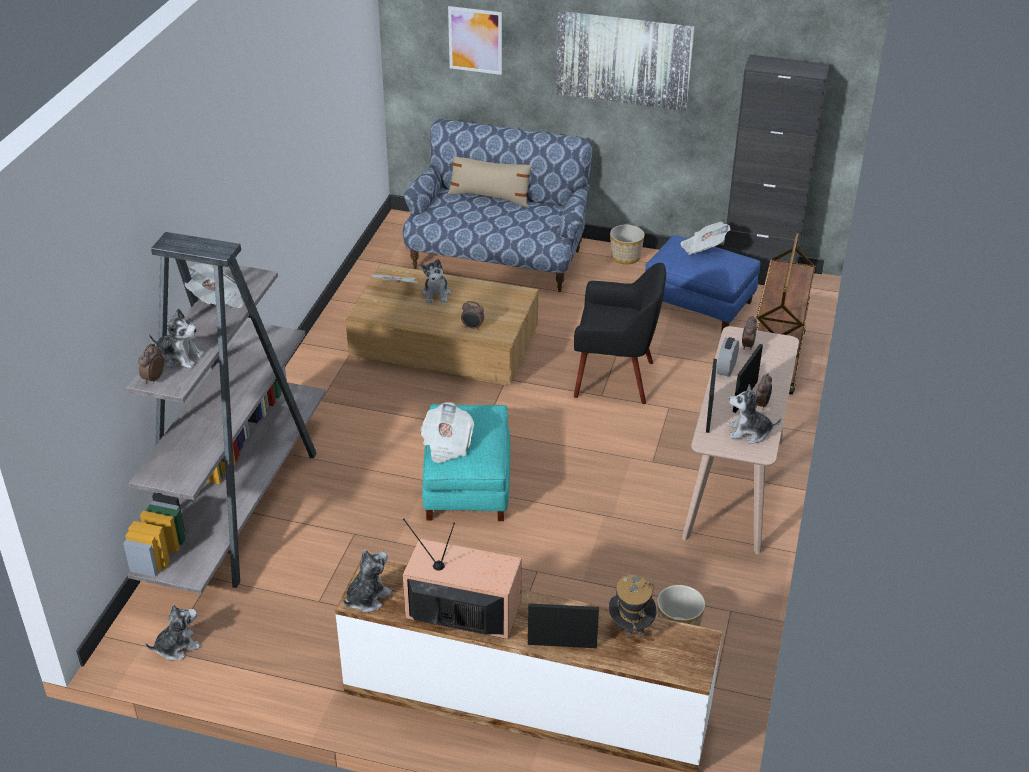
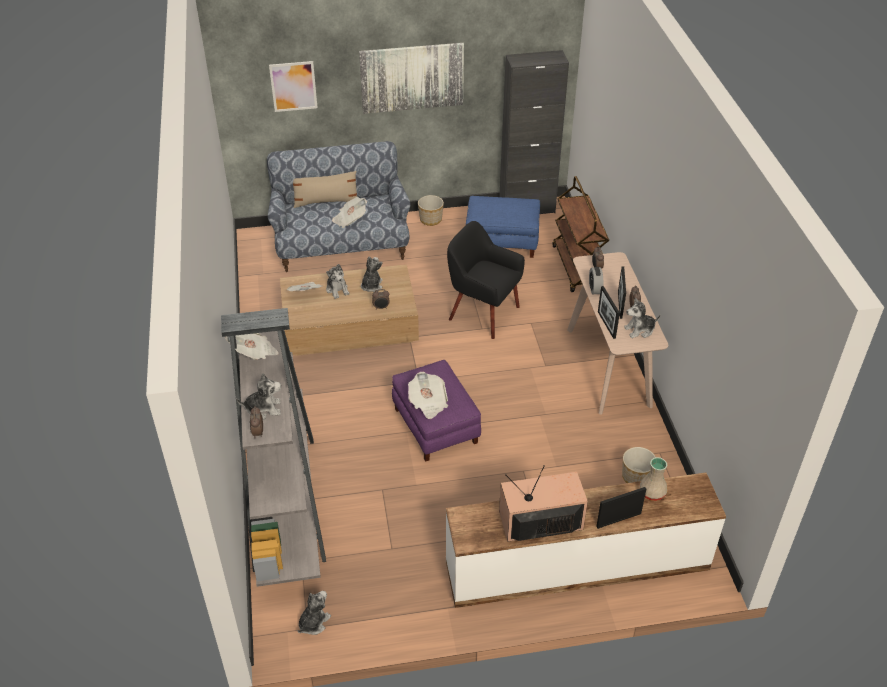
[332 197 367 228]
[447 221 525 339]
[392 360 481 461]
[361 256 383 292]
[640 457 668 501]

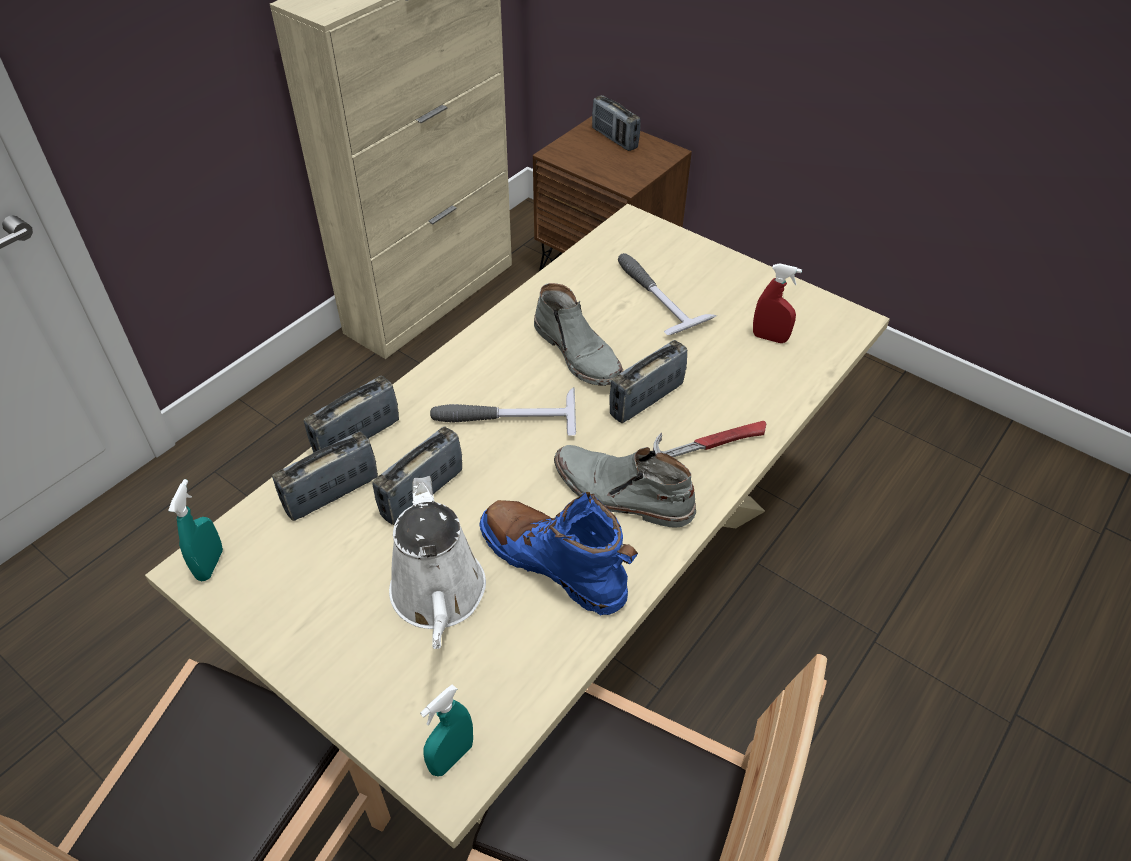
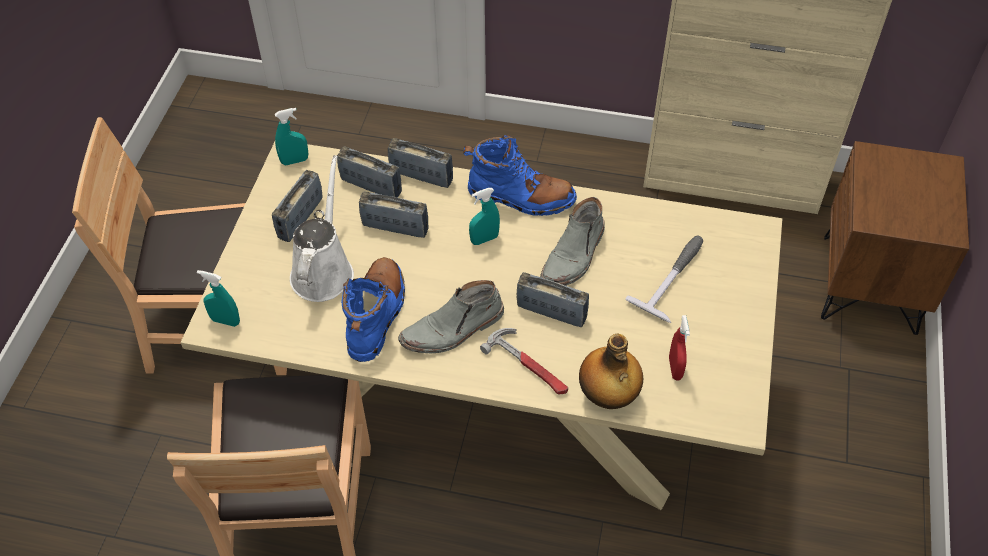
[272 170 323 242]
[469 188 500 245]
[398 280 504 353]
[290 155 354 302]
[463 135 577 216]
[579 334 643 409]

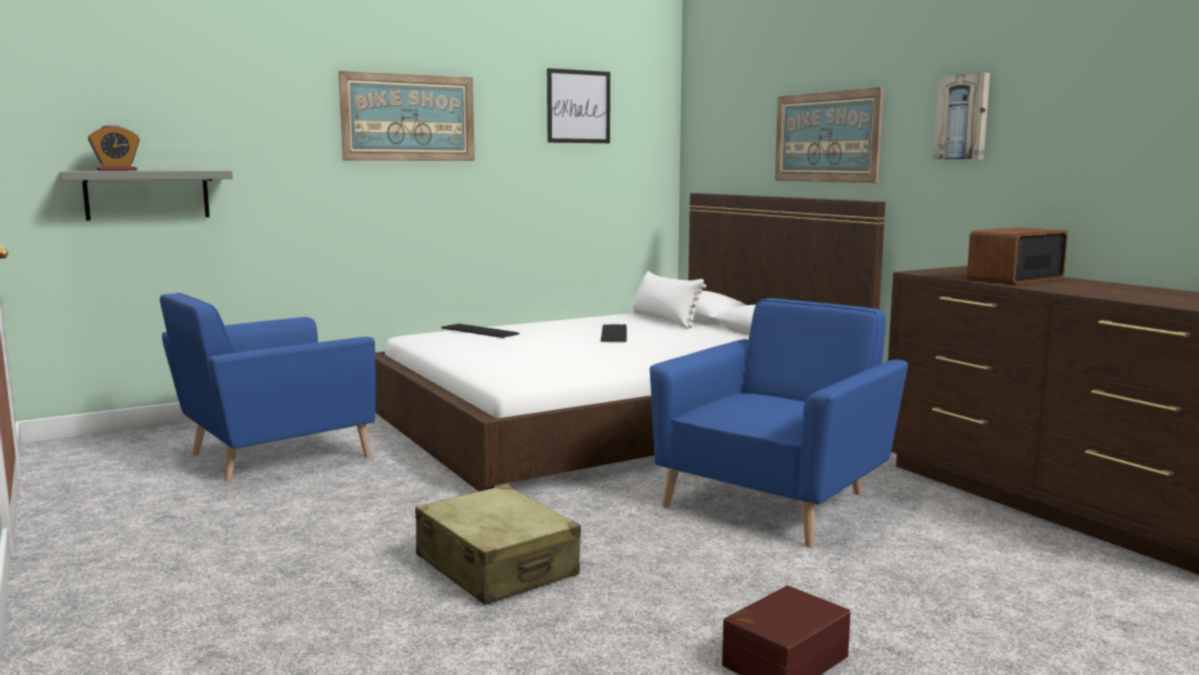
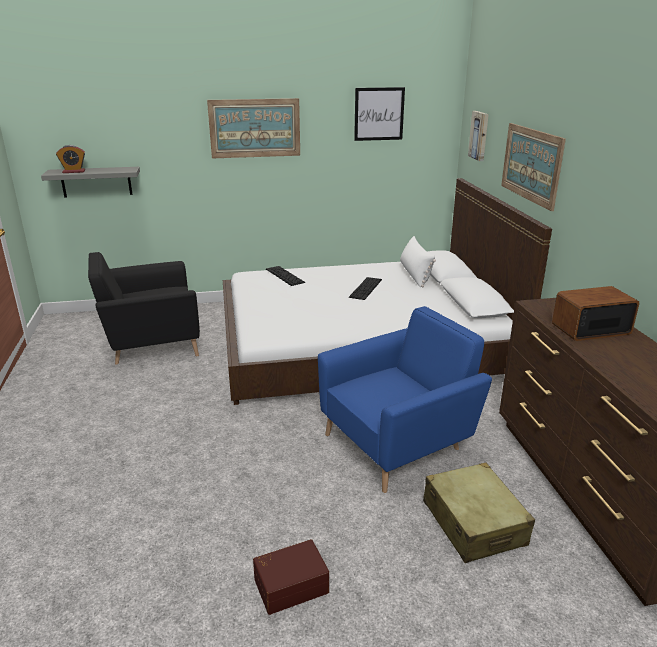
[468 111 489 161]
[88 252 200 365]
[423 463 535 563]

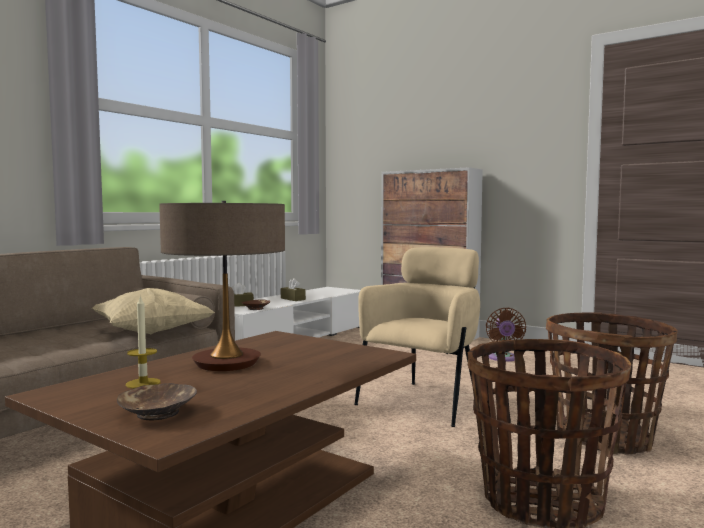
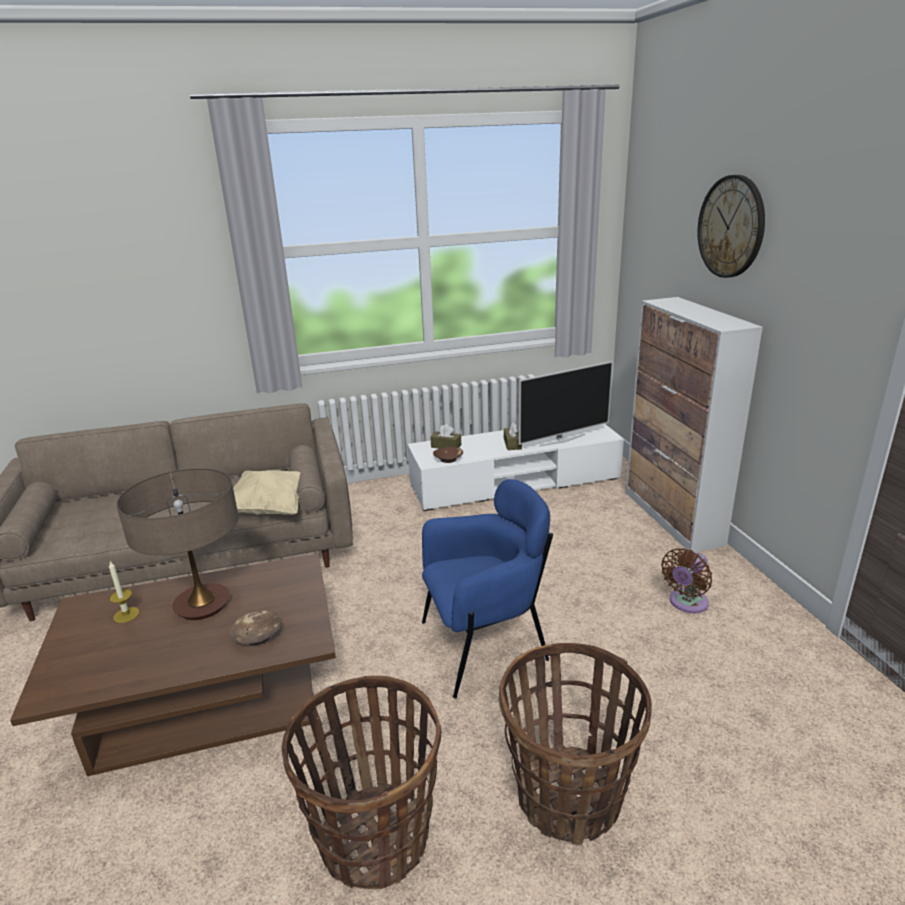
[422 479 553 699]
[230 610 281 645]
[697 175 765 278]
[519 361 613 446]

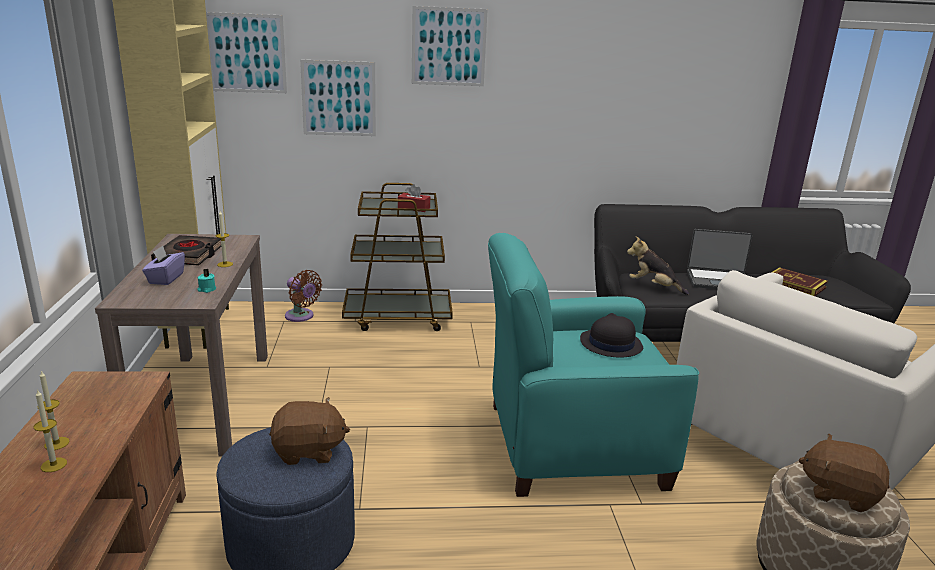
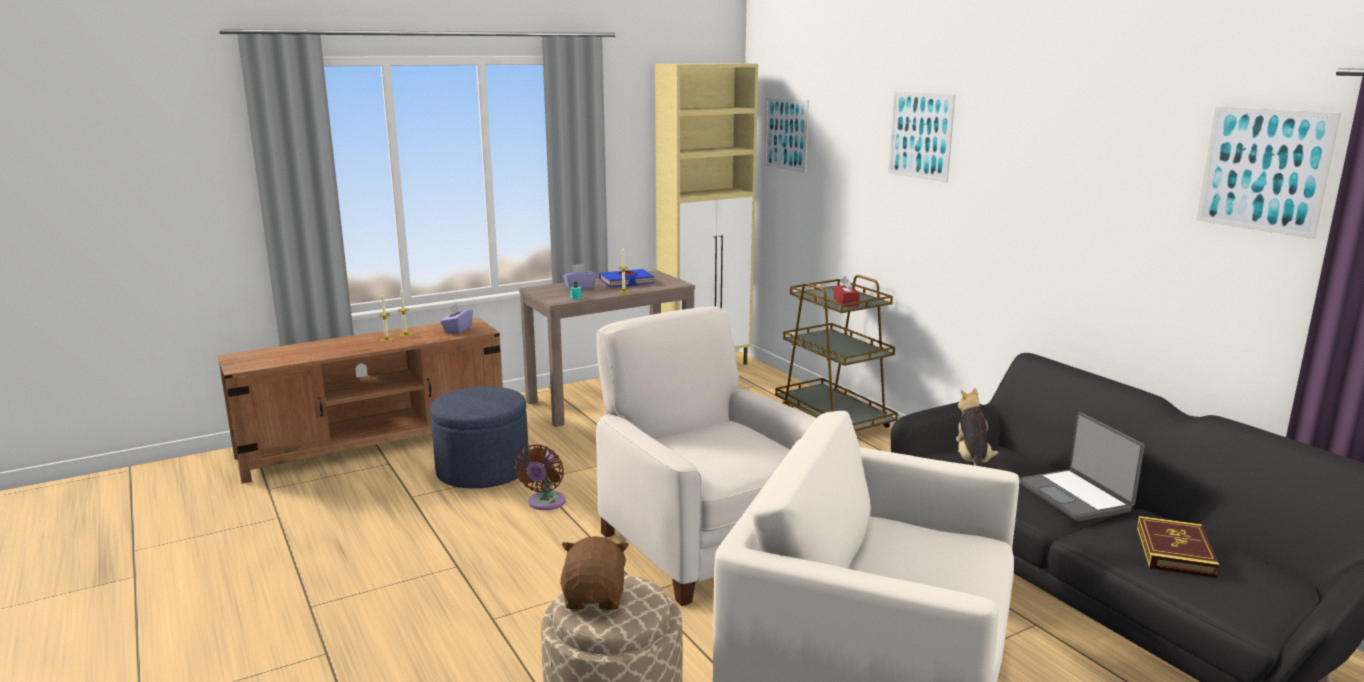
[1196 107 1341 239]
[596 307 816 606]
[599 269 655 287]
[514 444 566 510]
[580 313 643 358] (first image)
[269 397 350 465] (first image)
[440 304 473 334]

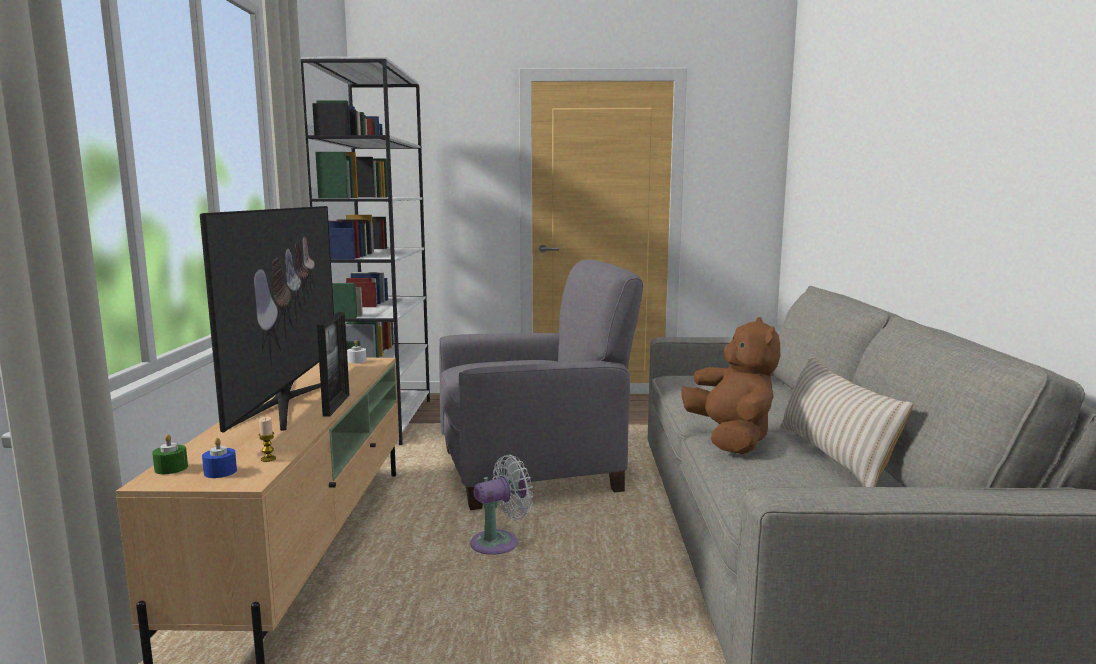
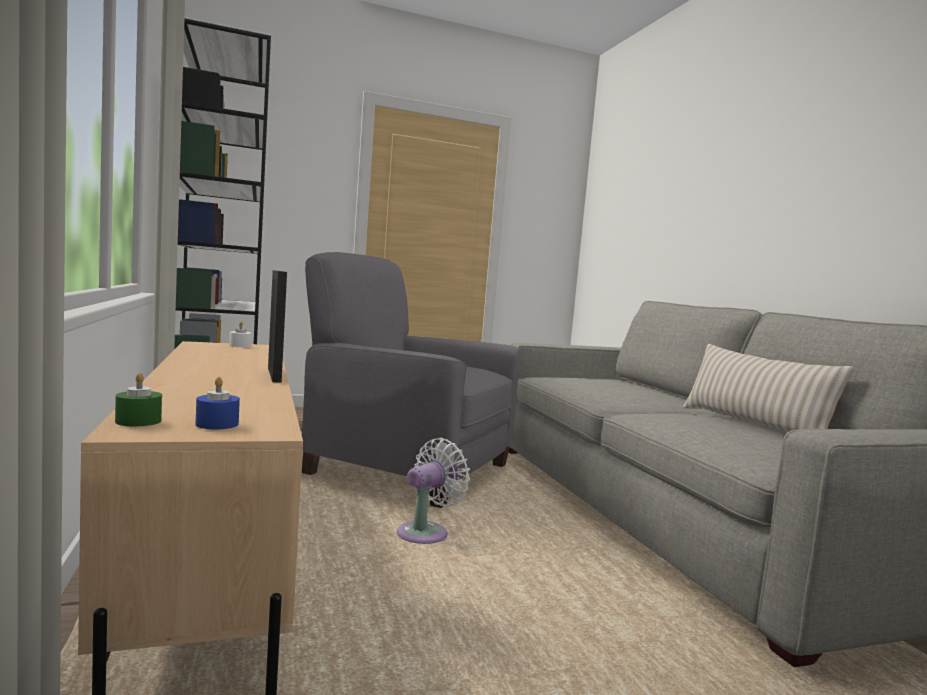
[200 206 334 432] (first image)
[302 252 520 508]
[681 317 780 454] (first image)
[259 417 276 462] (first image)

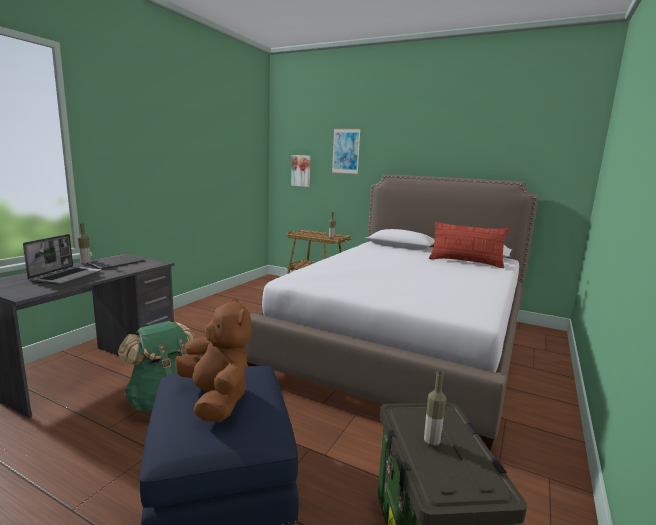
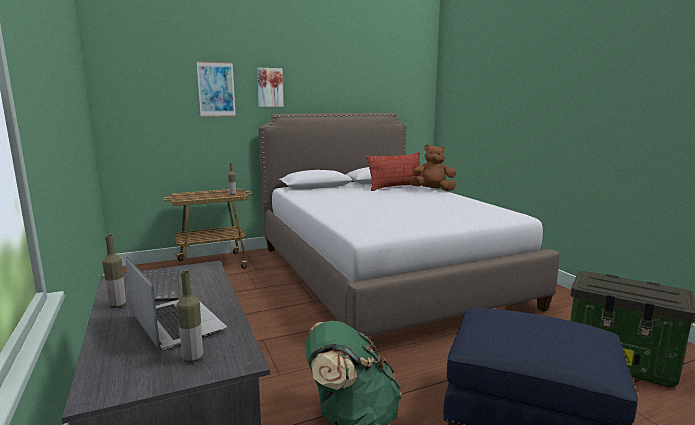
[257 68 284 107]
[409 145 456 191]
[176 271 203 363]

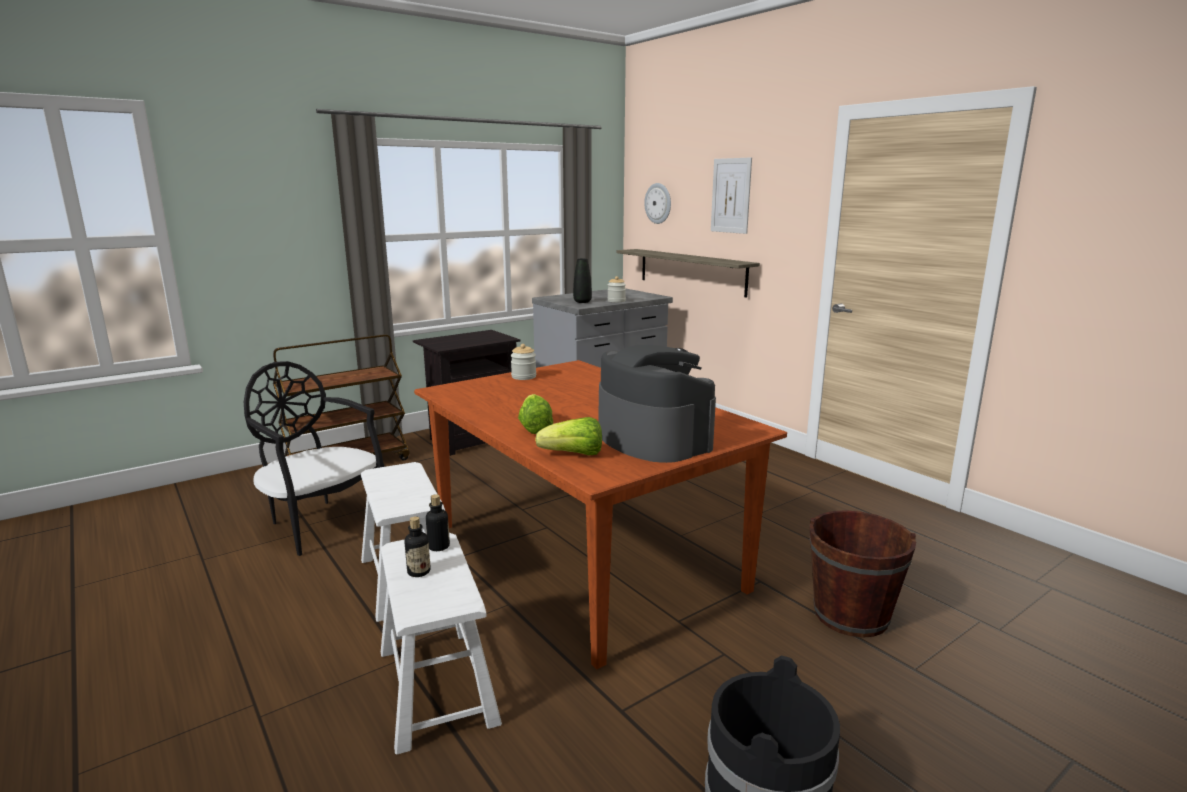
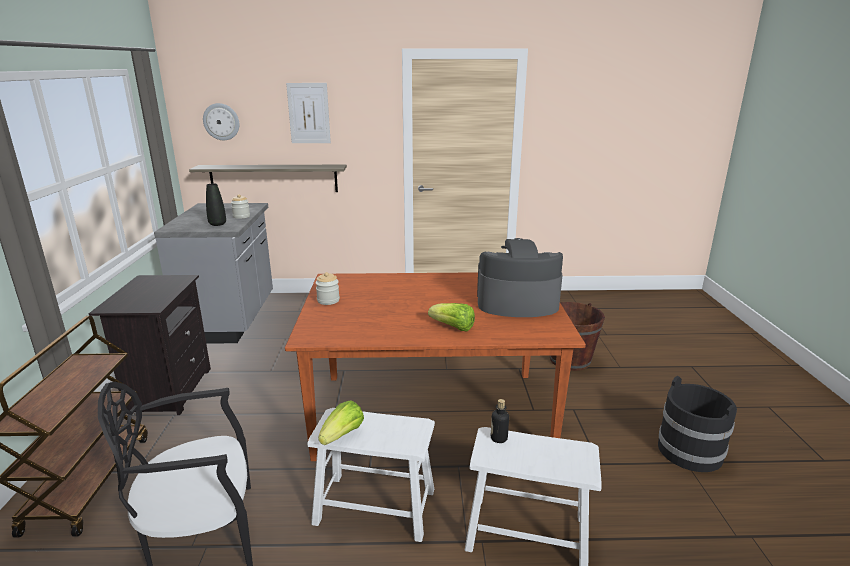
[318 400 364 445]
[404 516 431 577] (first image)

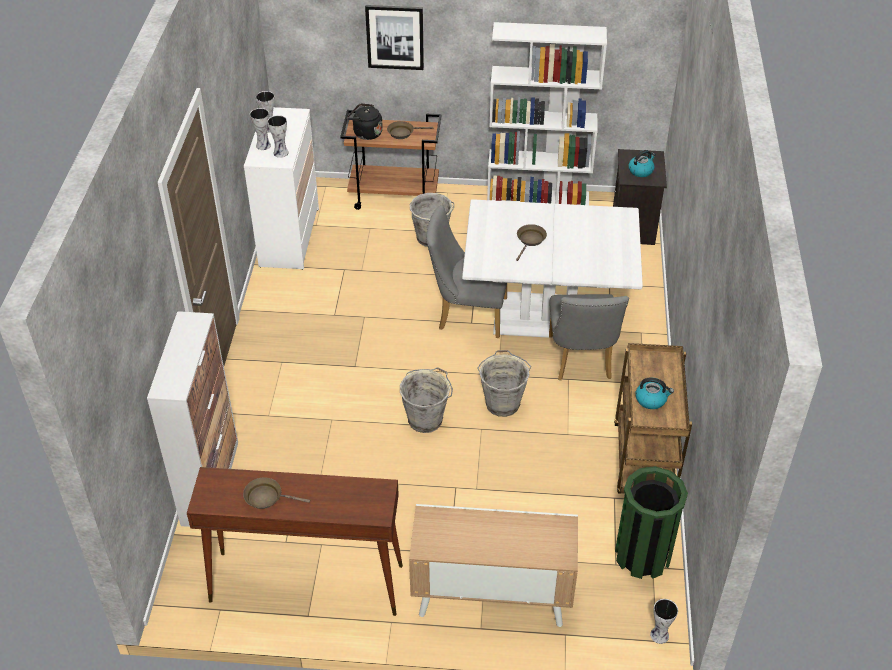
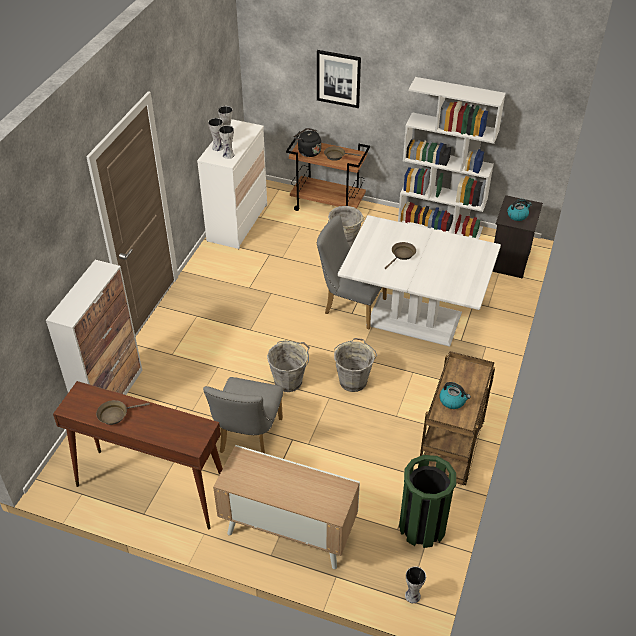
[203 377 283 453]
[96 400 150 425]

